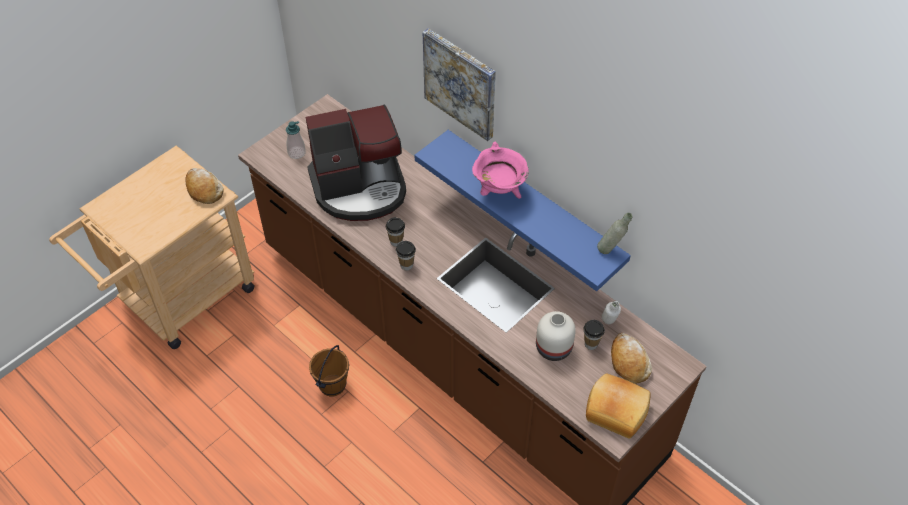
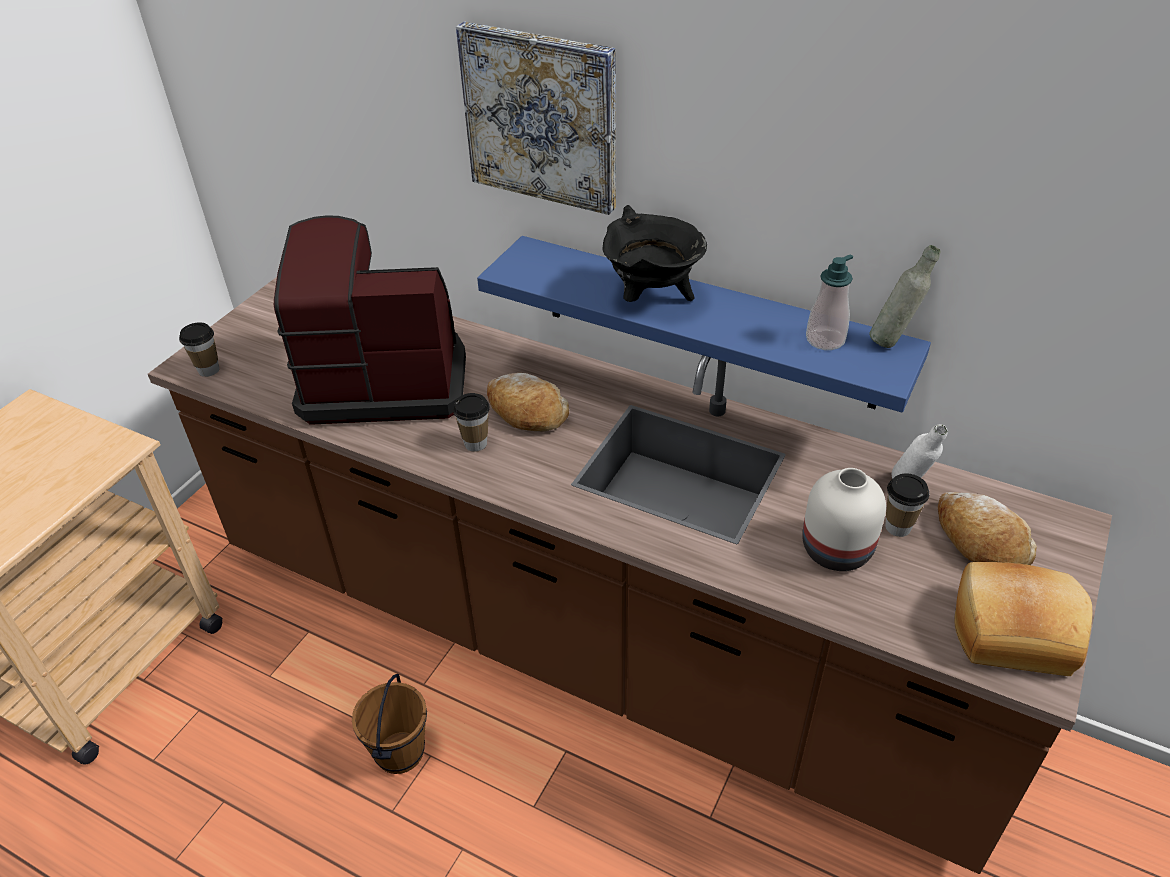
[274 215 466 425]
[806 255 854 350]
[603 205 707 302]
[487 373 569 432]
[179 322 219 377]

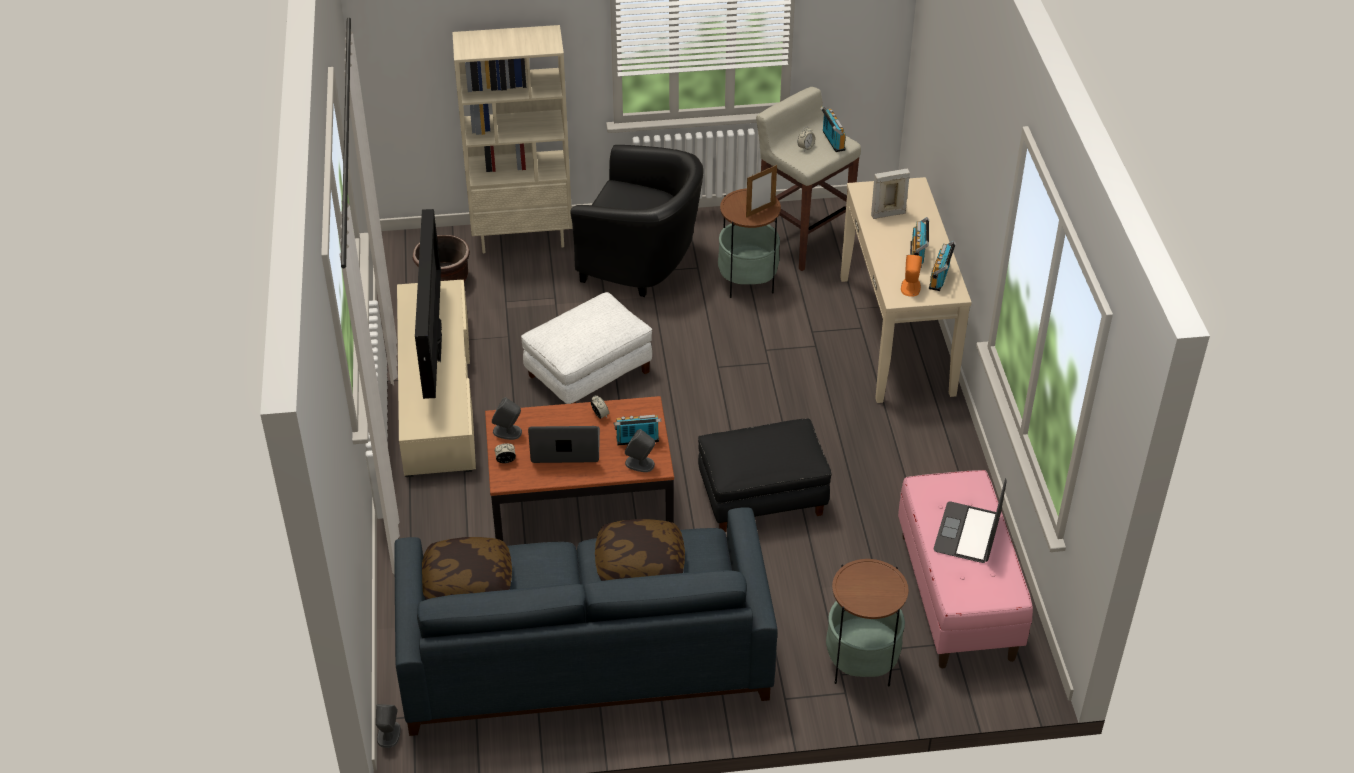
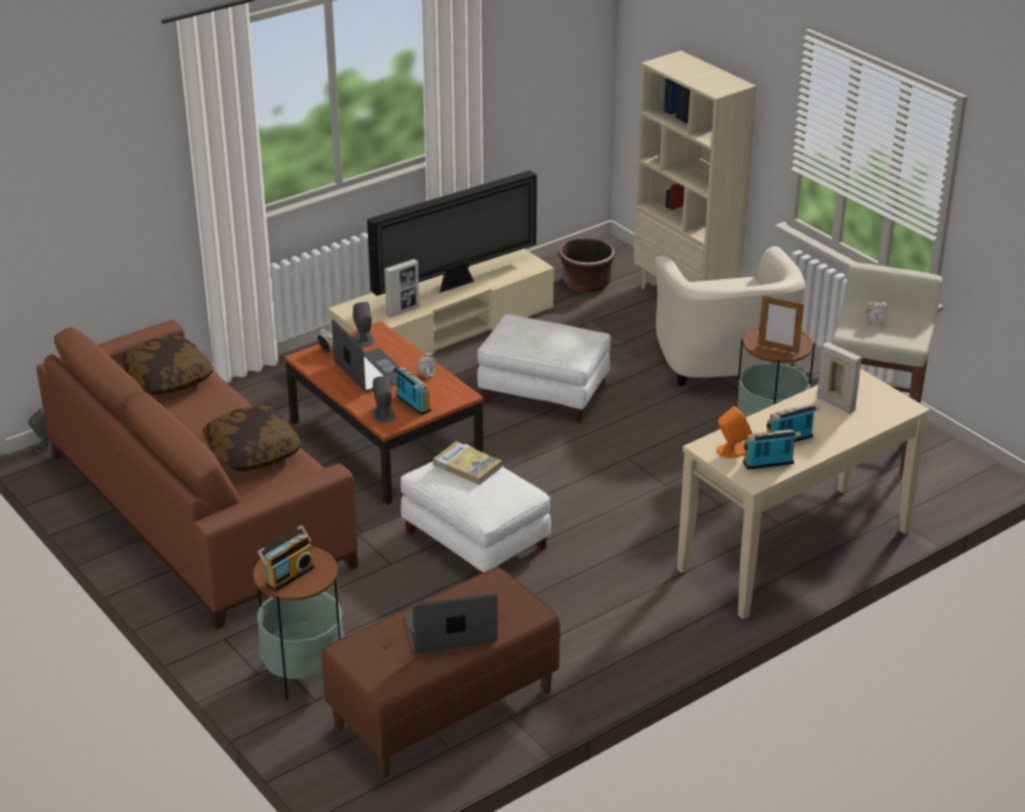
[258 525 315 591]
[655 246 805 386]
[401 444 551 575]
[322 567 560 778]
[36 320 358 630]
[384 259 419 317]
[433 441 502 485]

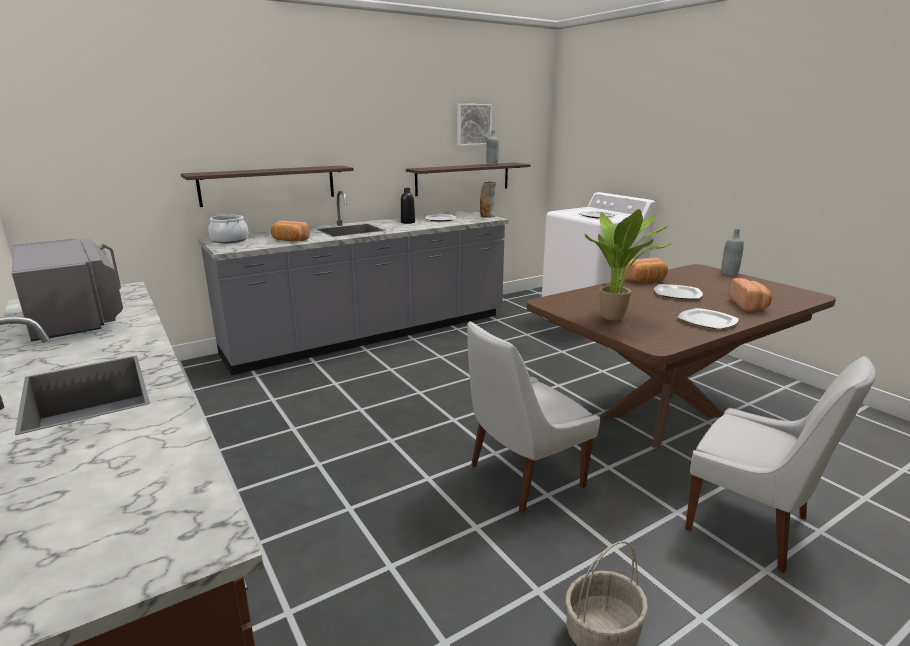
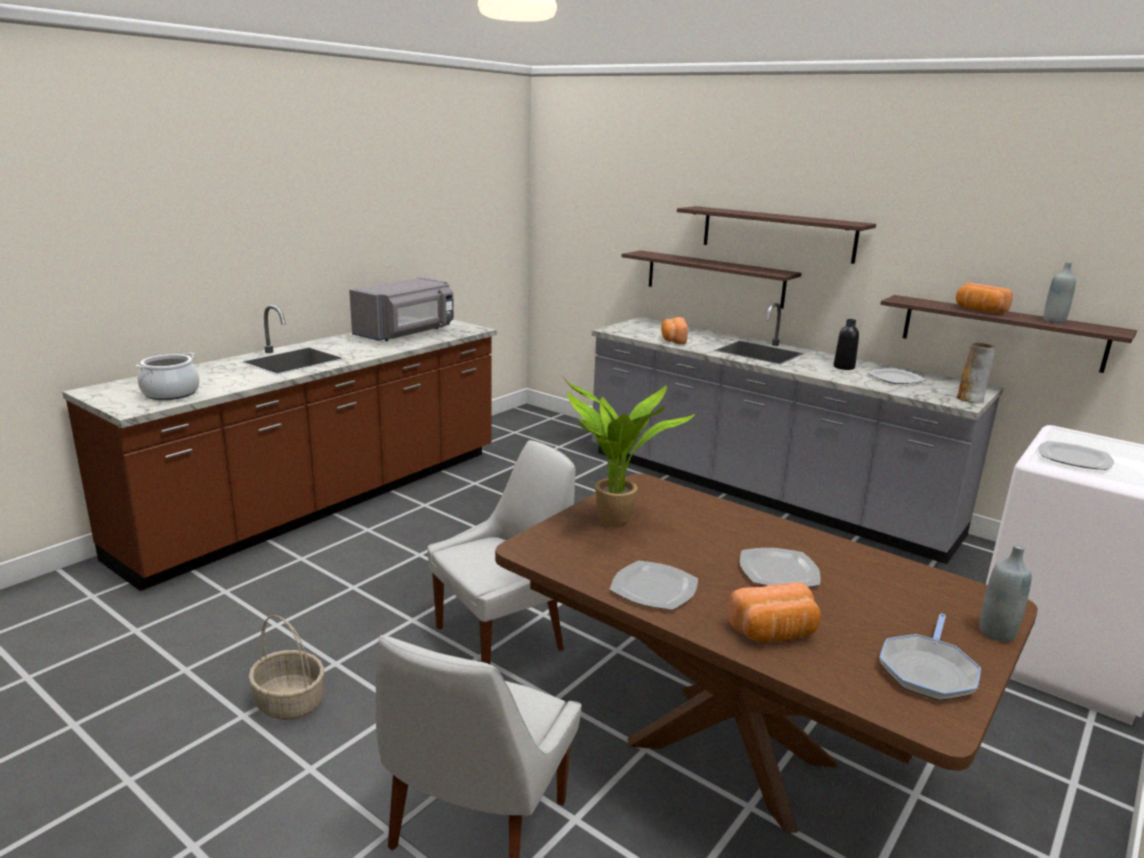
[457 104 492 146] (first image)
[135 352 200 400]
[956 283 1013 314]
[428 440 576 664]
[677 206 876 264]
[880 613 981 701]

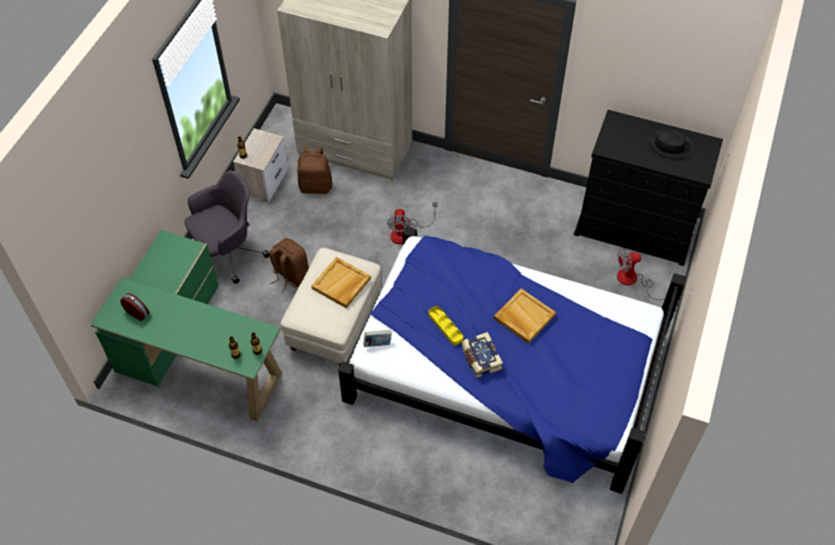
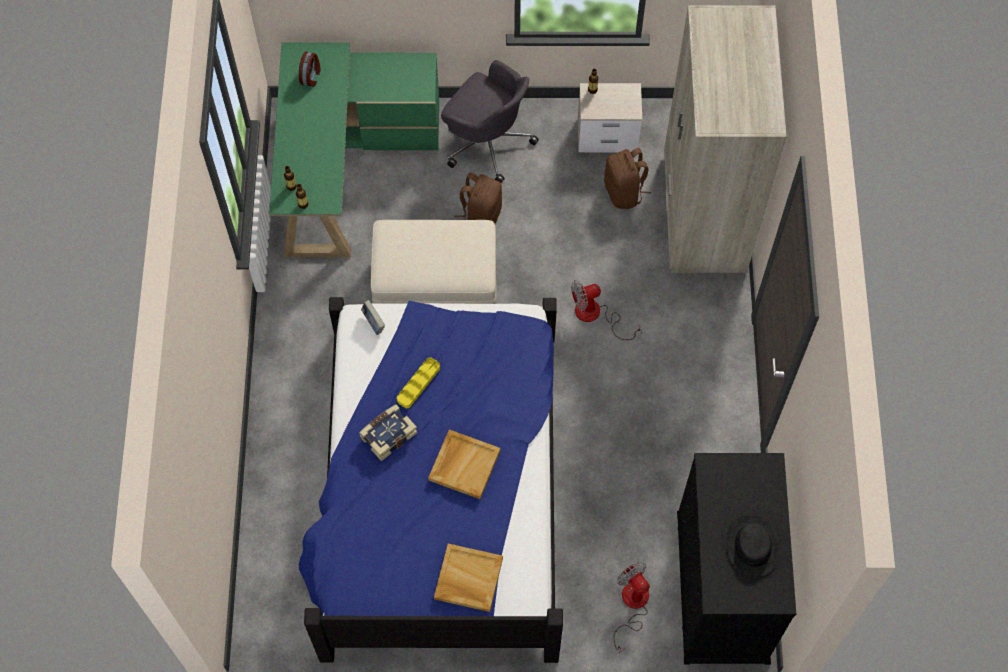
[434 544 503 612]

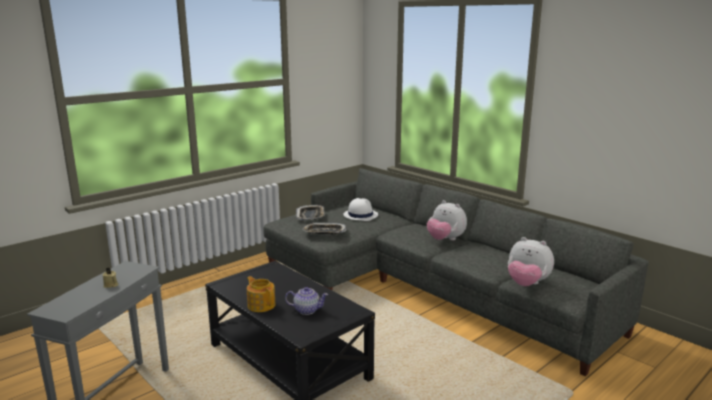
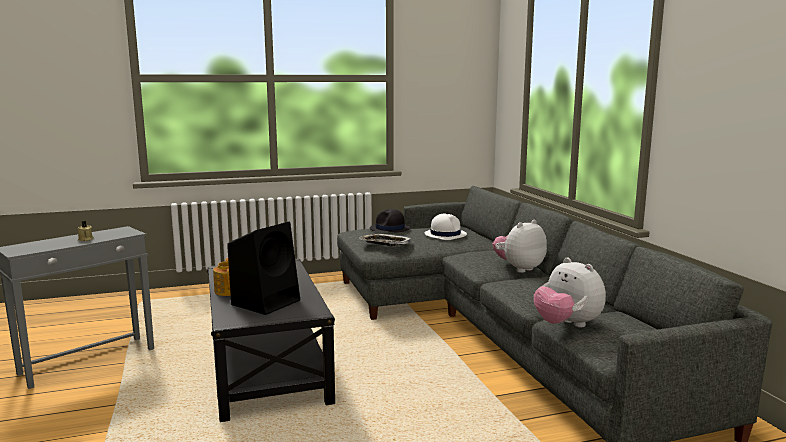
[493 220 547 273]
[370 209 410 232]
[227 222 300 315]

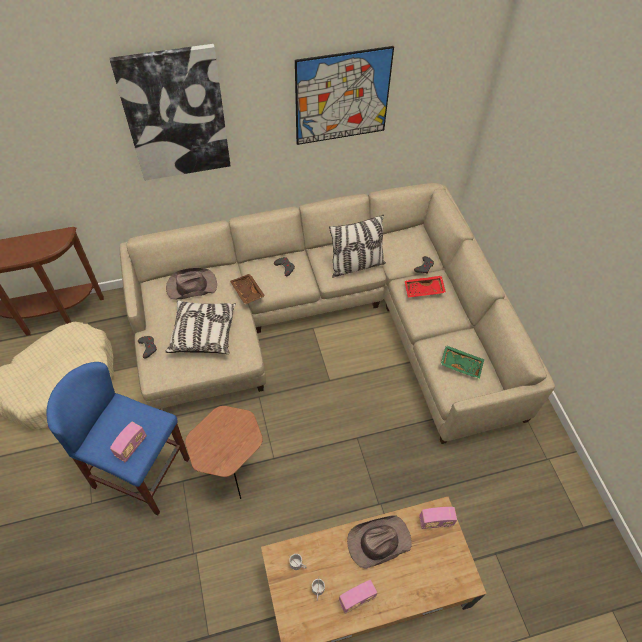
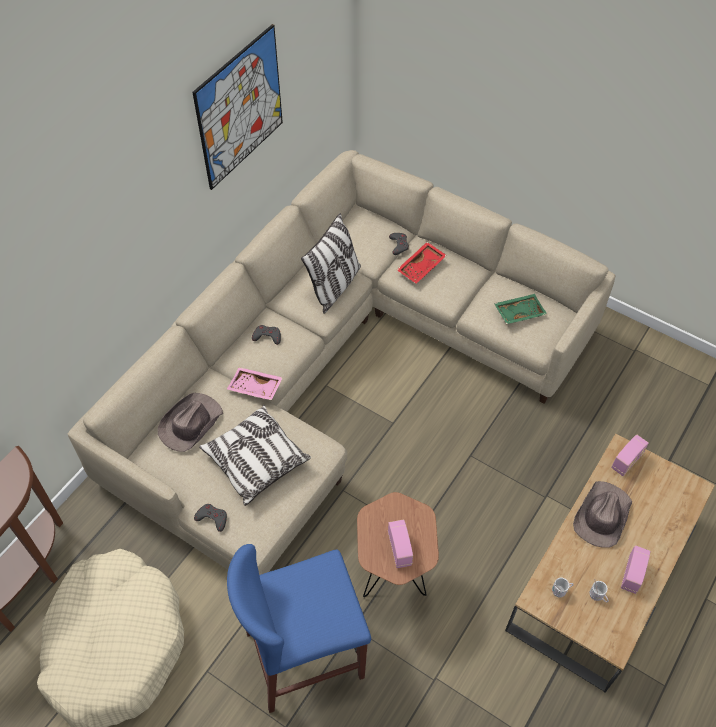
[110 44 231 181] (first image)
[227 367 283 400]
[388 520 413 568]

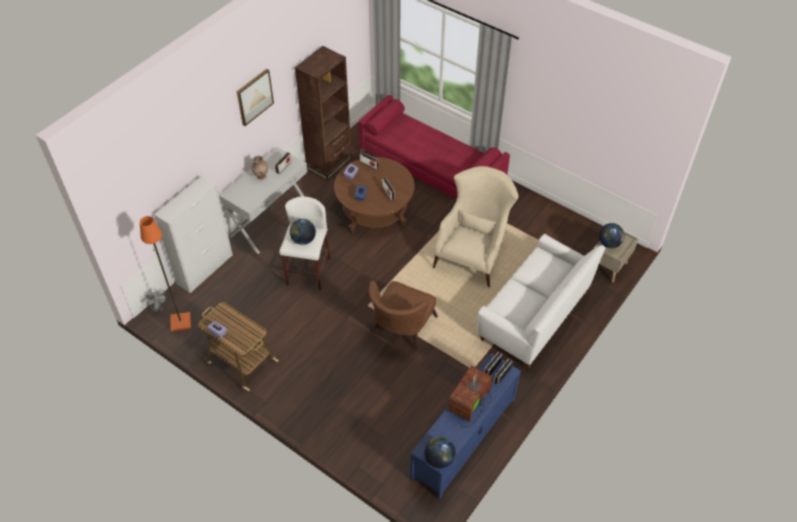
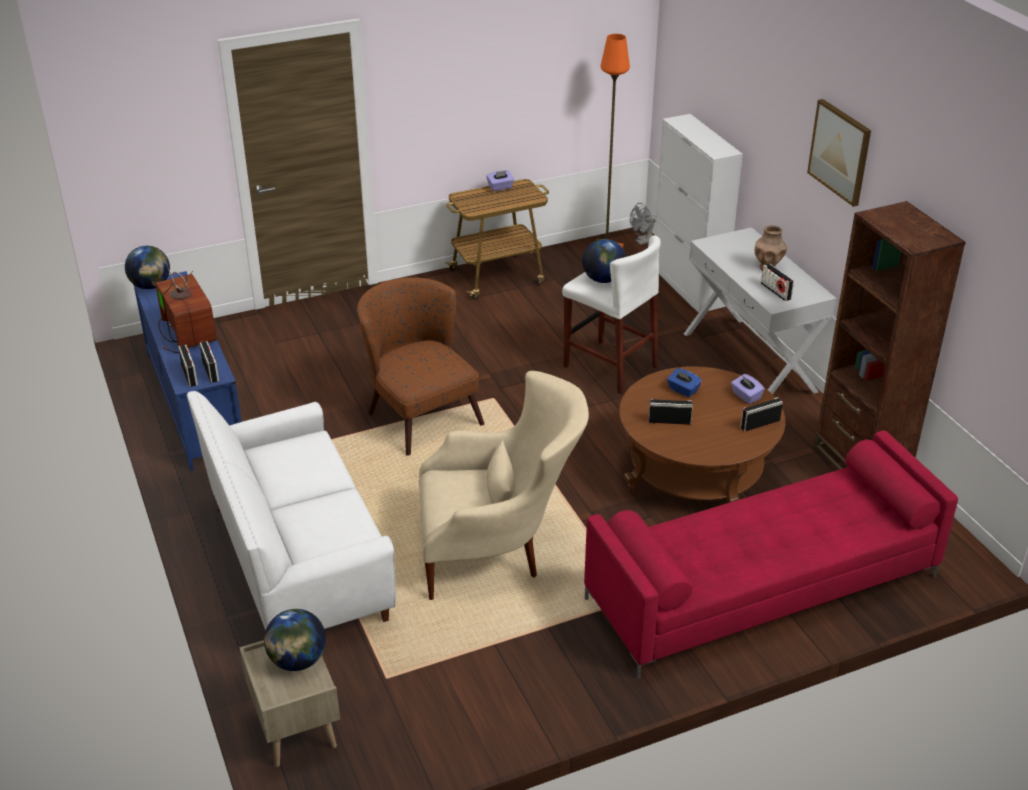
[419 371 589 600]

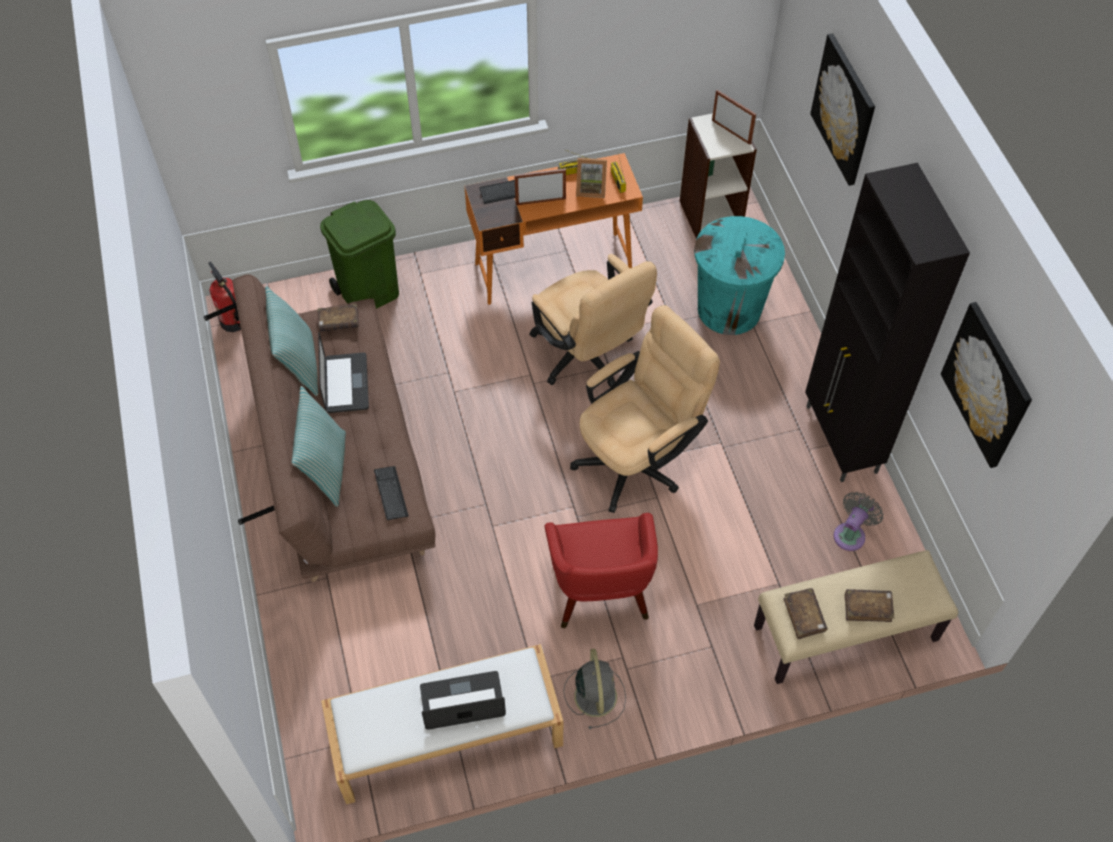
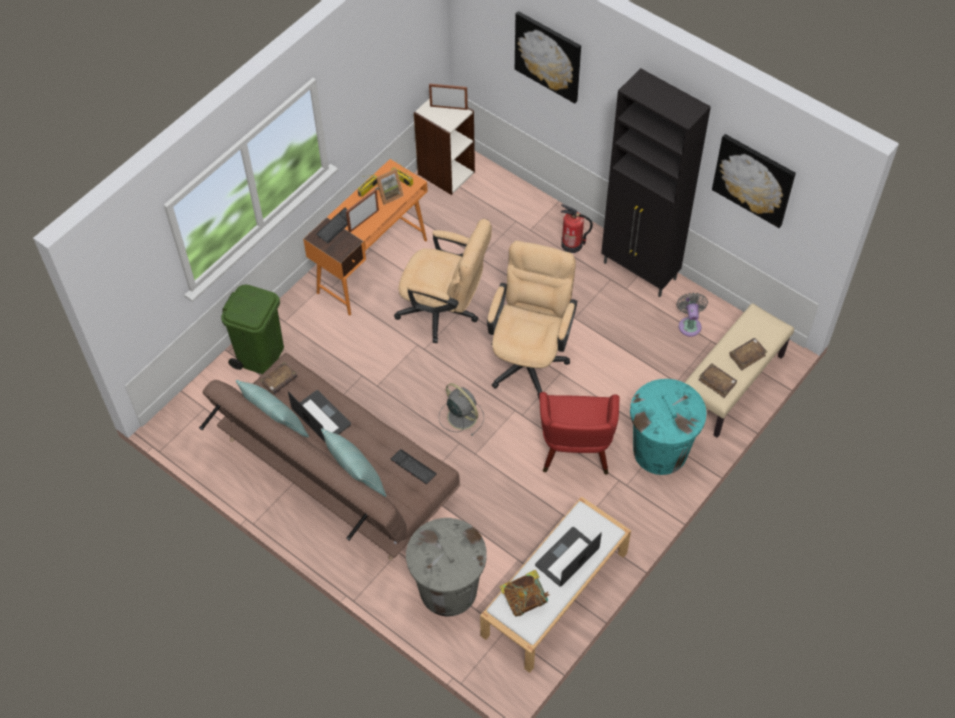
[630 379 707 475]
[561 204 593 253]
[539 392 620 475]
[439 383 484 436]
[406 518 487 616]
[499 569 549 617]

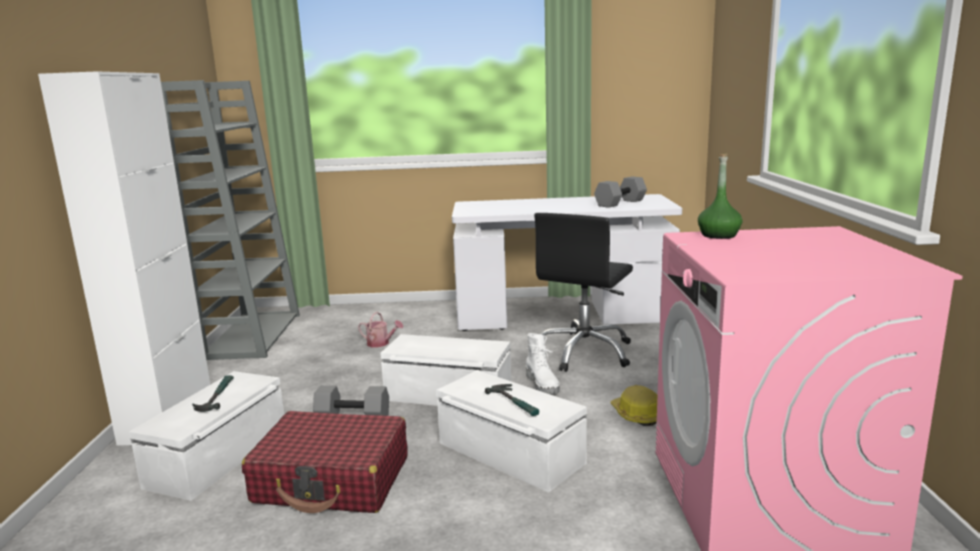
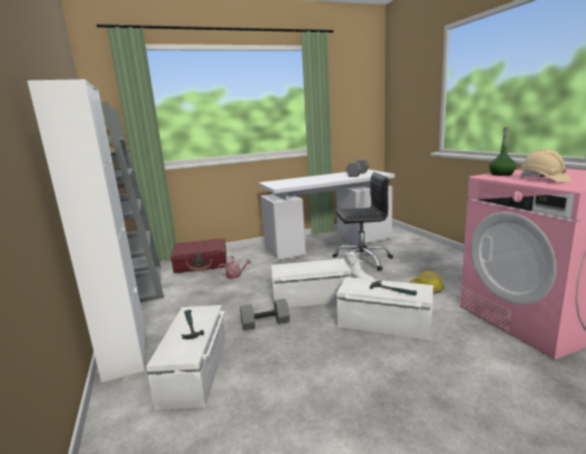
[333 172 393 271]
[171 238 227 273]
[520 149 571 183]

